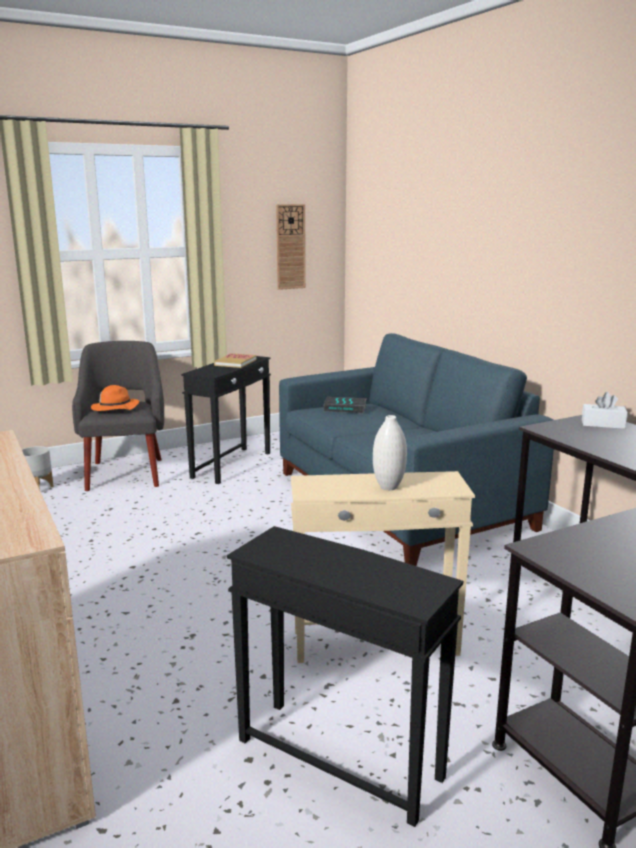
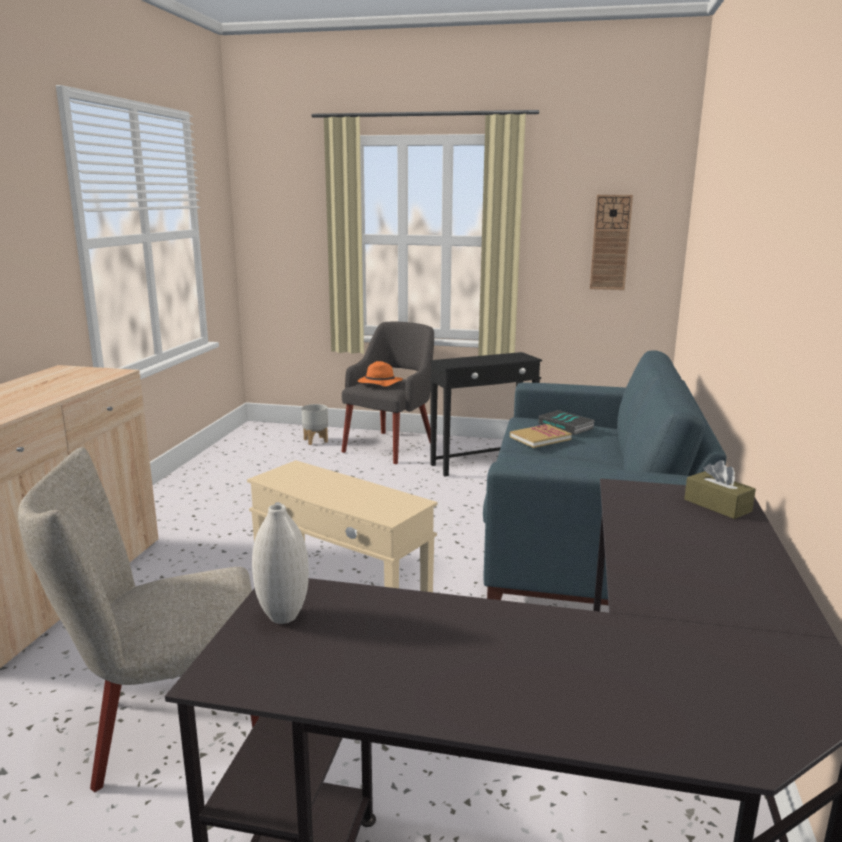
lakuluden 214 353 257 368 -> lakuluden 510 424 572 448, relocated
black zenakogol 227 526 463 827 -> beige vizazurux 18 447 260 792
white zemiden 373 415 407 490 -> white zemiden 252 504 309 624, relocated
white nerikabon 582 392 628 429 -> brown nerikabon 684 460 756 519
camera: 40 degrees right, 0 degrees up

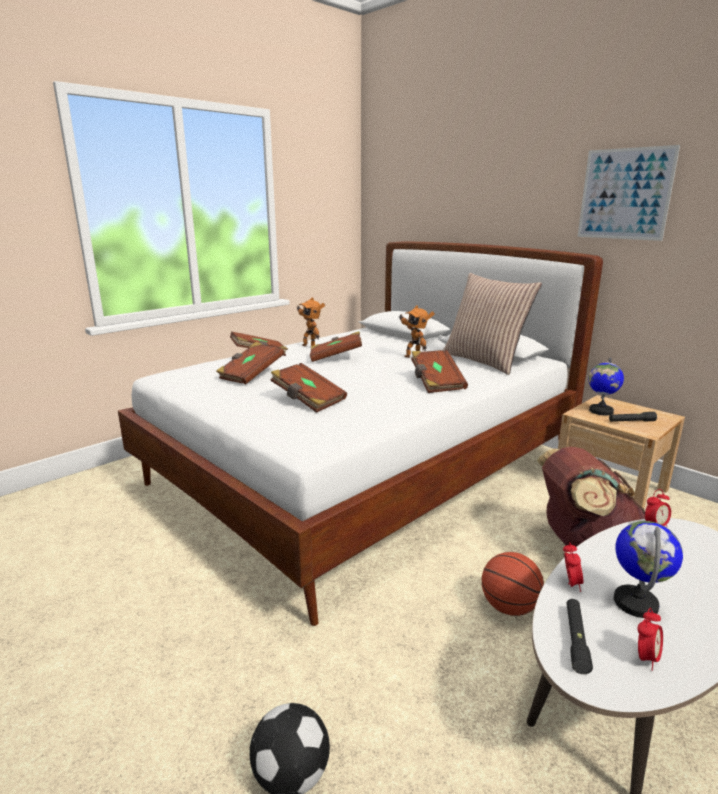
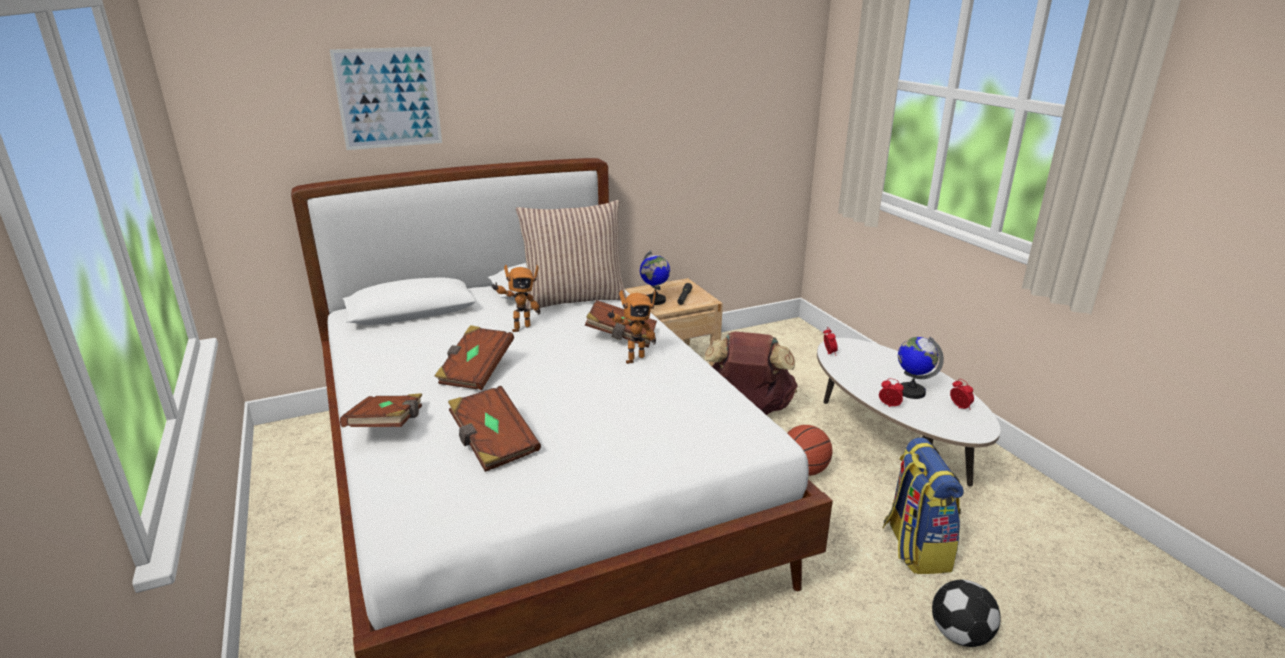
brown lakuluden 270 363 347 413 -> none
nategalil 297 297 325 346 -> nategalil 607 290 656 364, relocated
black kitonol 567 599 593 674 -> none
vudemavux 577 145 680 241 -> vudemavux 330 47 442 150, relocated
none -> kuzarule 883 438 964 574
camera: 70 degrees left, 5 degrees up

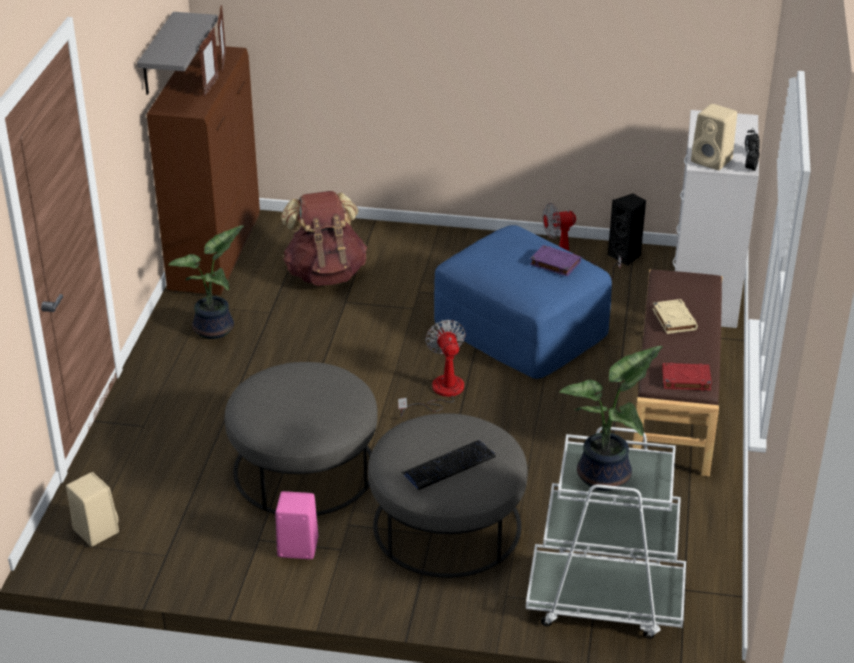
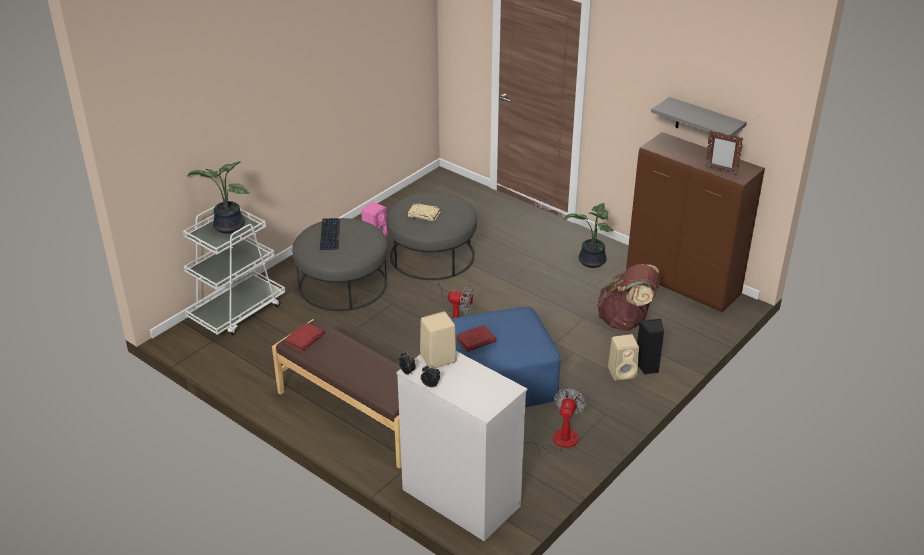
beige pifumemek 66 472 119 547 -> beige pifumemek 608 334 639 381, relocated
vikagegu 199 27 219 96 -> none
purple lakuluden 530 245 581 276 -> red lakuluden 456 325 496 352
black pifumemek 608 194 646 266 -> black pifumemek 637 318 664 375, relocated
beige lakuluden 652 299 698 334 -> beige lakuluden 407 203 441 222, relocated
camera: 120 degrees right, 0 degrees up

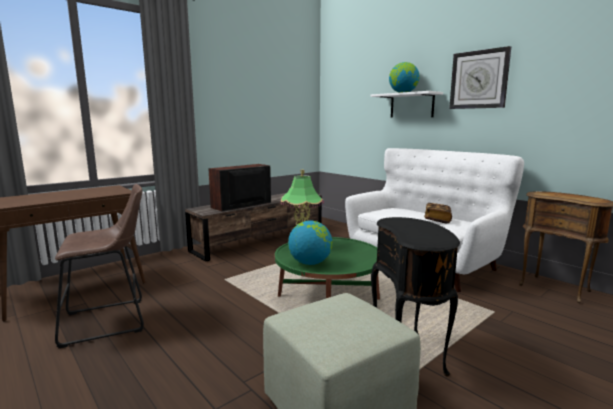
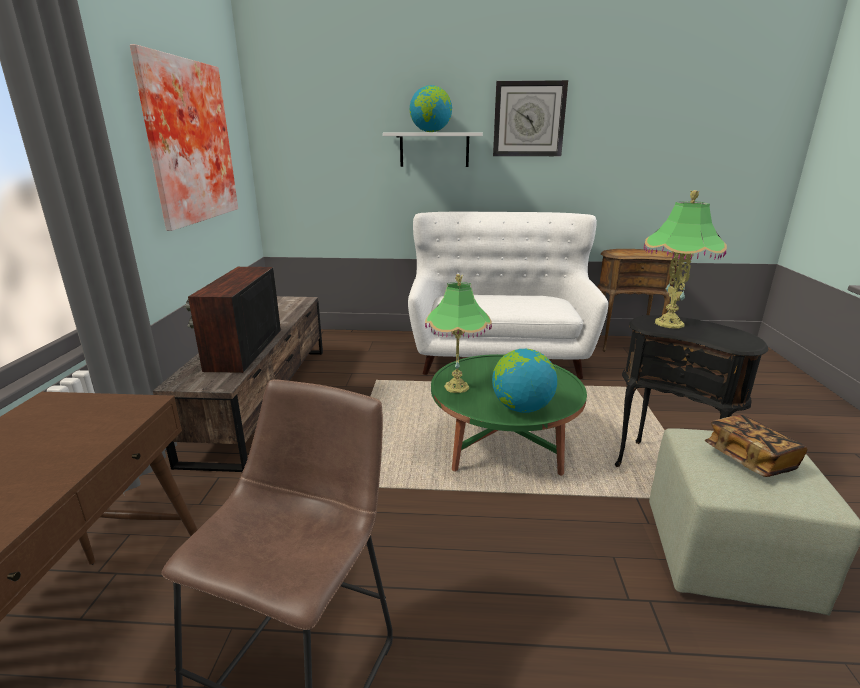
lakuluden 424 203 452 224 -> lakuluden 705 415 807 477, relocated
none -> vudemavux 130 44 238 231
none -> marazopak 644 190 727 329
camera: 45 degrees left, 10 degrees up

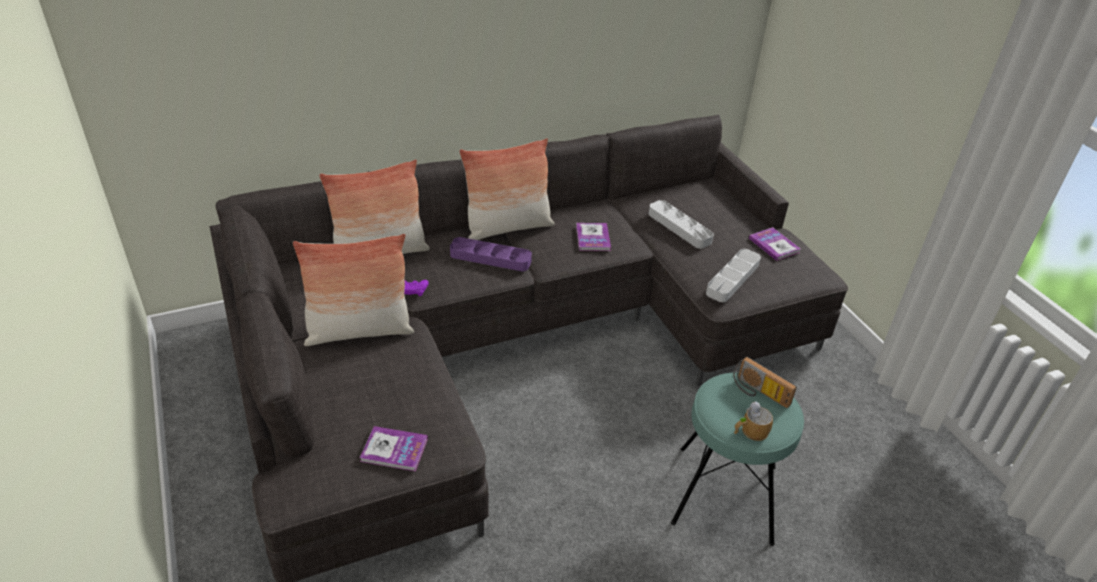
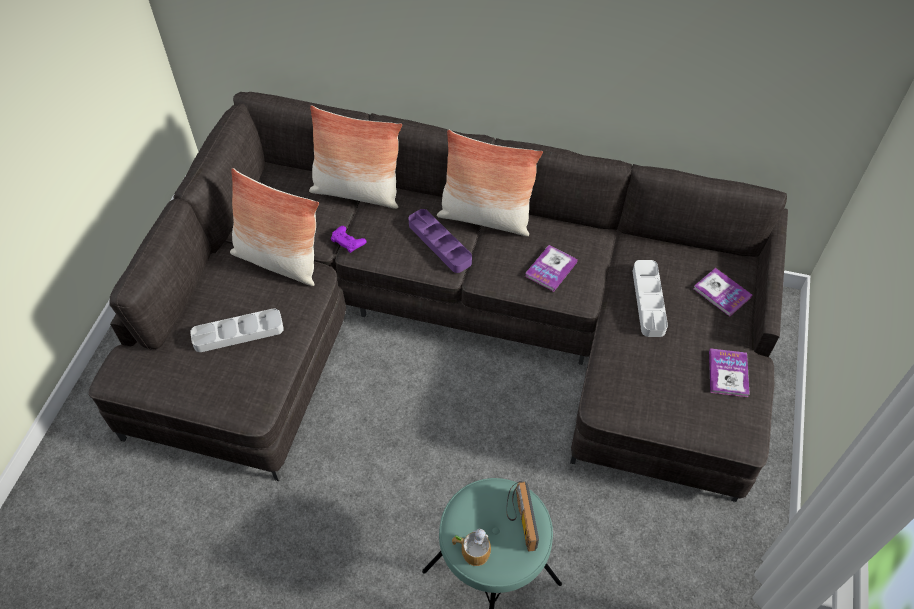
lakuluden 360 426 428 471 -> lakuluden 693 268 752 316, relocated
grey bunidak 706 249 761 302 -> grey bunidak 190 308 284 352, relocated
camera: 40 degrees right, 15 degrees up

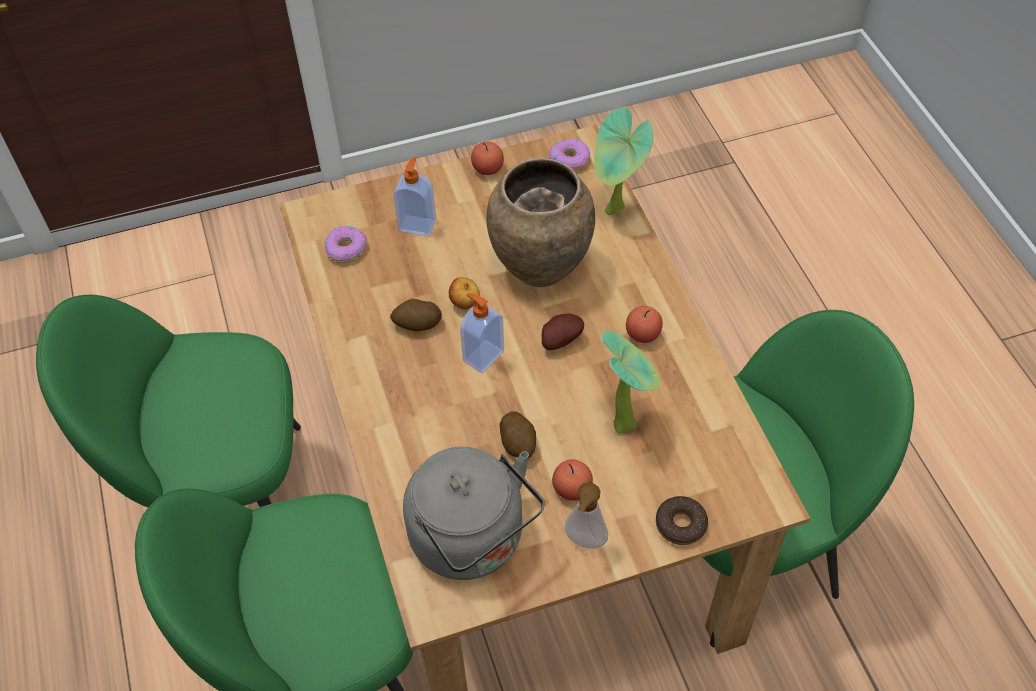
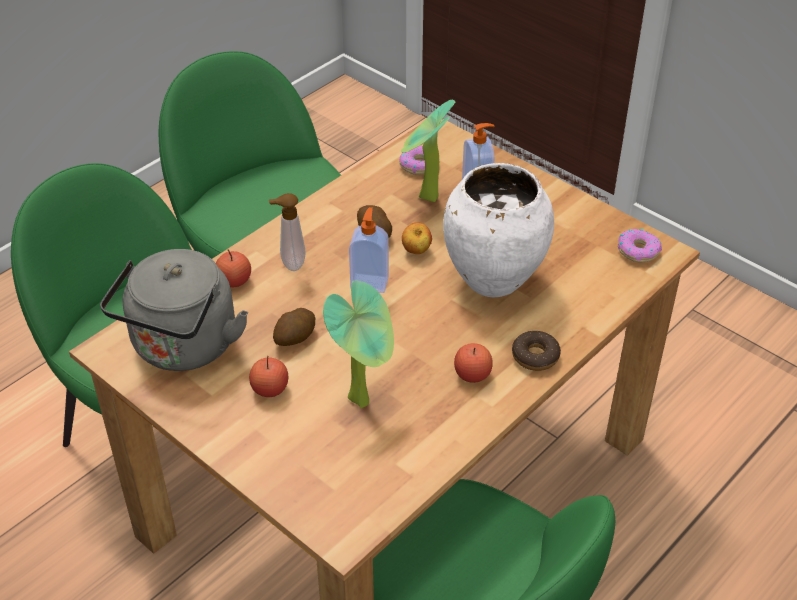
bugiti 471 142 504 175 -> bugiti 216 249 251 287, relocated
brown zemiden 486 158 595 287 -> white zemiden 443 163 554 297
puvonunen 542 313 584 350 -> none
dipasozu 565 482 608 549 -> dipasozu 269 193 305 271, relocated
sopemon 594 108 653 215 -> sopemon 401 100 455 202, relocated
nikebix 656 496 708 545 -> nikebix 512 331 561 371, relocated
camera: 60 degrees right, 10 degrees down

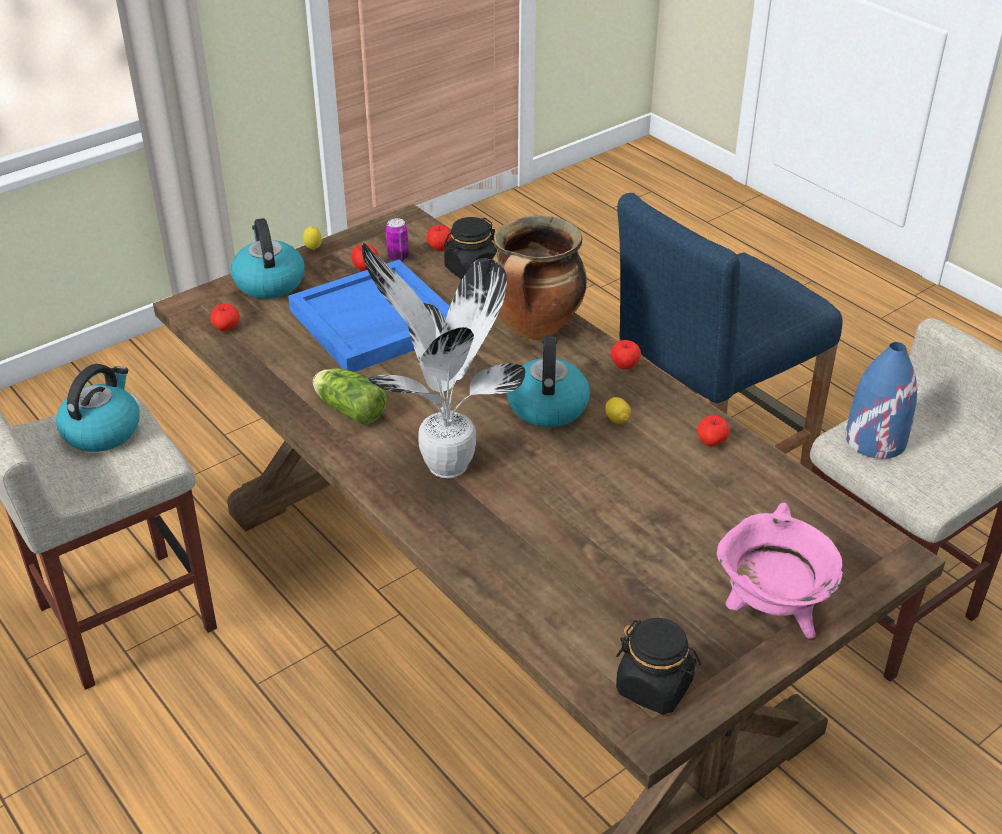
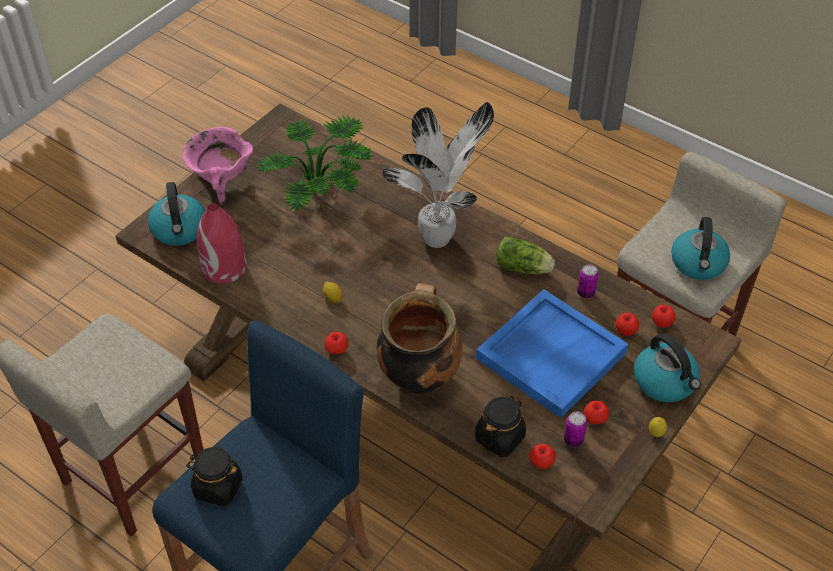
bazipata 507 336 590 427 -> bazipata 148 182 205 246, relocated
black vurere 616 618 701 714 -> black vurere 186 447 243 506, relocated
bugiti 697 415 730 446 -> bugiti 615 313 639 336, relocated
blue zemiden 845 342 917 459 -> none
none -> red zemiden 197 203 246 283
none -> sopemon 257 115 374 212
none -> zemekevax 577 264 599 298
camera: 165 degrees right, 10 degrees up

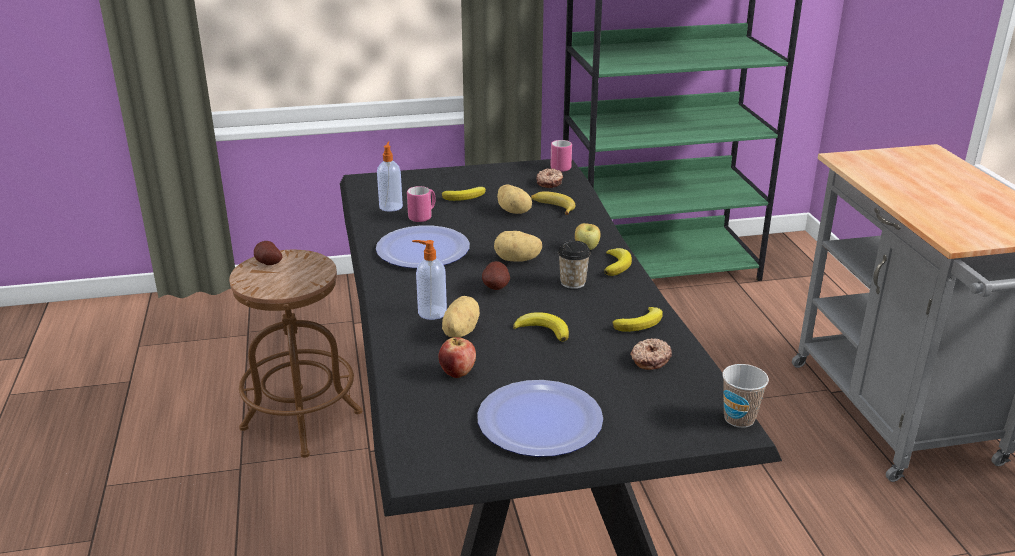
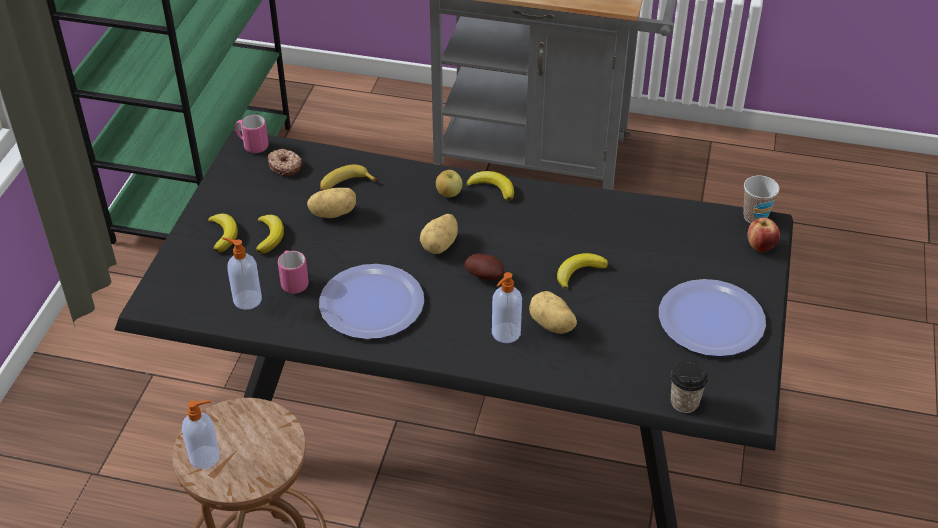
puvonunen 254 241 282 265 -> dipasozu 182 400 220 469
bugiti 438 337 476 378 -> bugiti 747 217 780 252, relocated
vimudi 558 241 591 289 -> vimudi 671 360 708 413, relocated
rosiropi 613 307 663 332 -> rosiropi 208 214 238 252, relocated
nikebix 630 338 672 370 -> none
camera: 65 degrees left, 15 degrees up

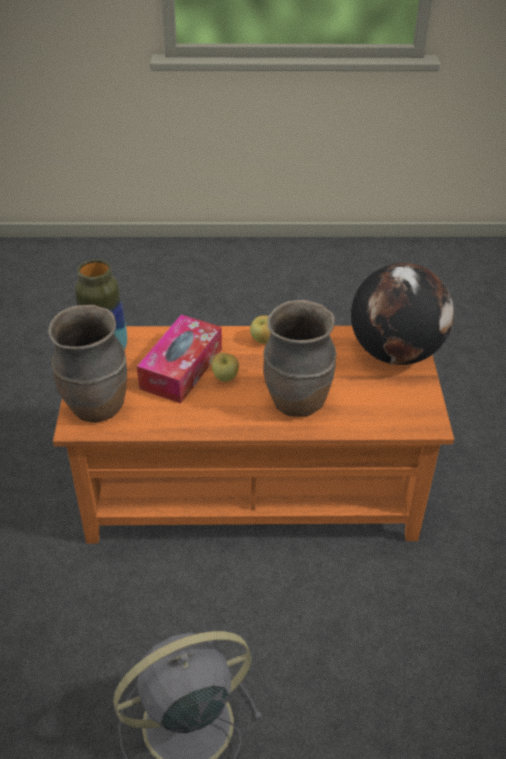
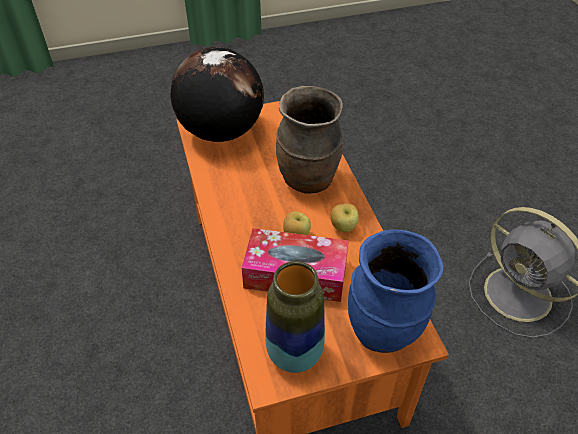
brown zemiden 48 305 127 423 -> blue zemiden 348 229 443 353
bugiti 250 315 271 344 -> bugiti 331 203 359 232, relocated
camera: 105 degrees left, 5 degrees up

